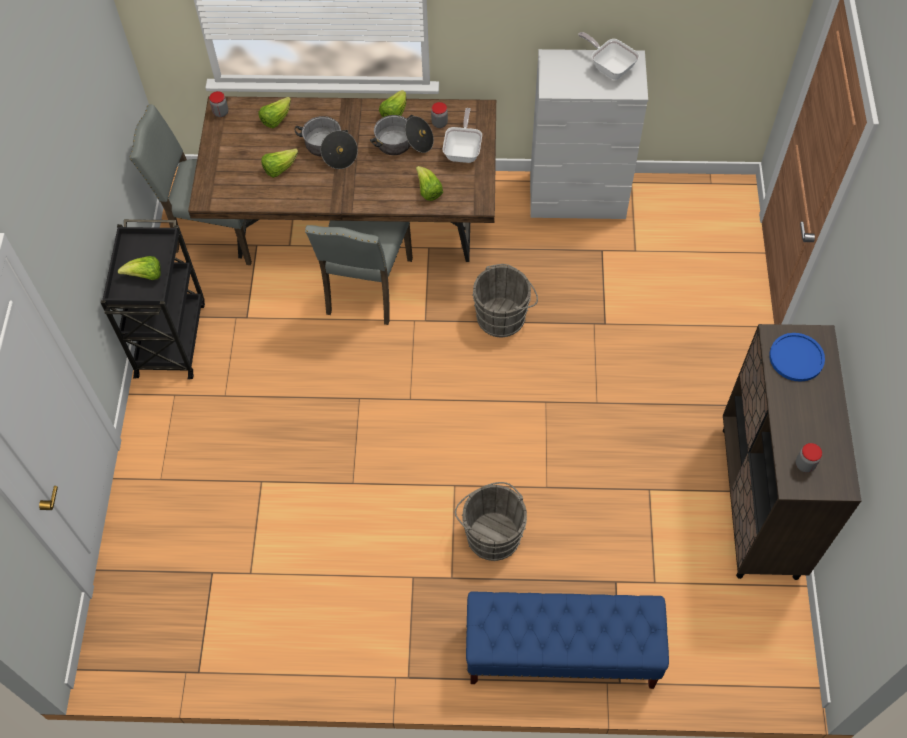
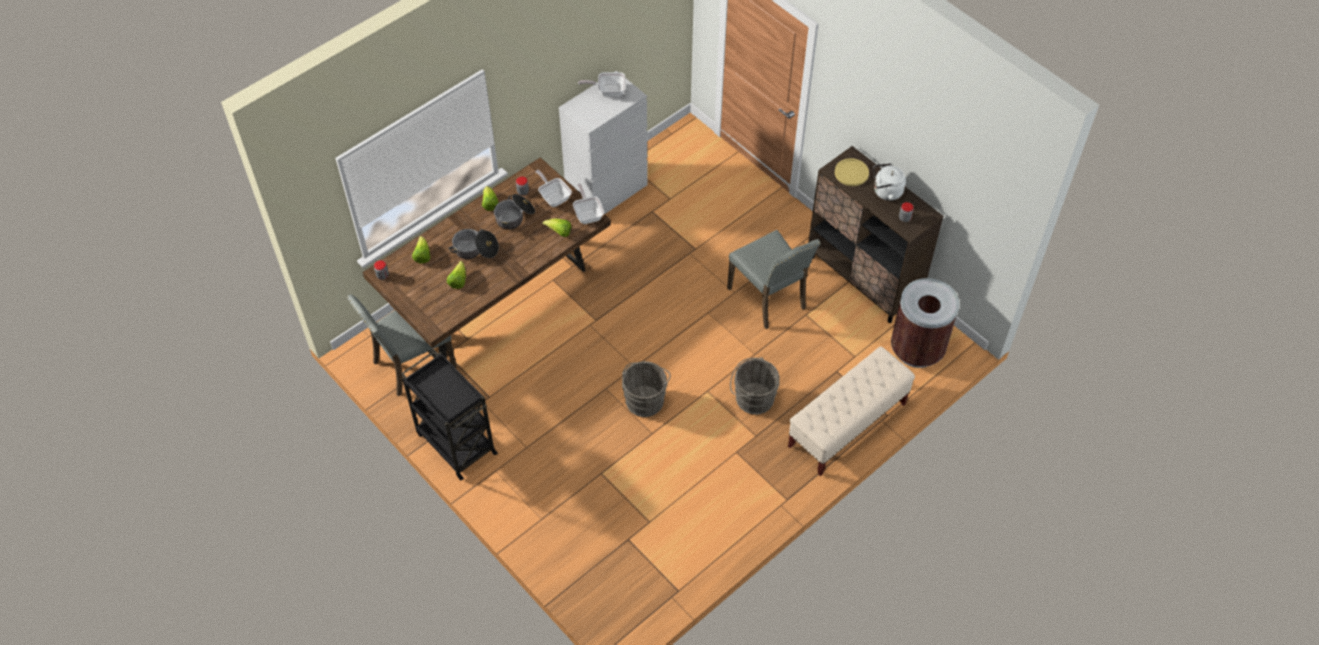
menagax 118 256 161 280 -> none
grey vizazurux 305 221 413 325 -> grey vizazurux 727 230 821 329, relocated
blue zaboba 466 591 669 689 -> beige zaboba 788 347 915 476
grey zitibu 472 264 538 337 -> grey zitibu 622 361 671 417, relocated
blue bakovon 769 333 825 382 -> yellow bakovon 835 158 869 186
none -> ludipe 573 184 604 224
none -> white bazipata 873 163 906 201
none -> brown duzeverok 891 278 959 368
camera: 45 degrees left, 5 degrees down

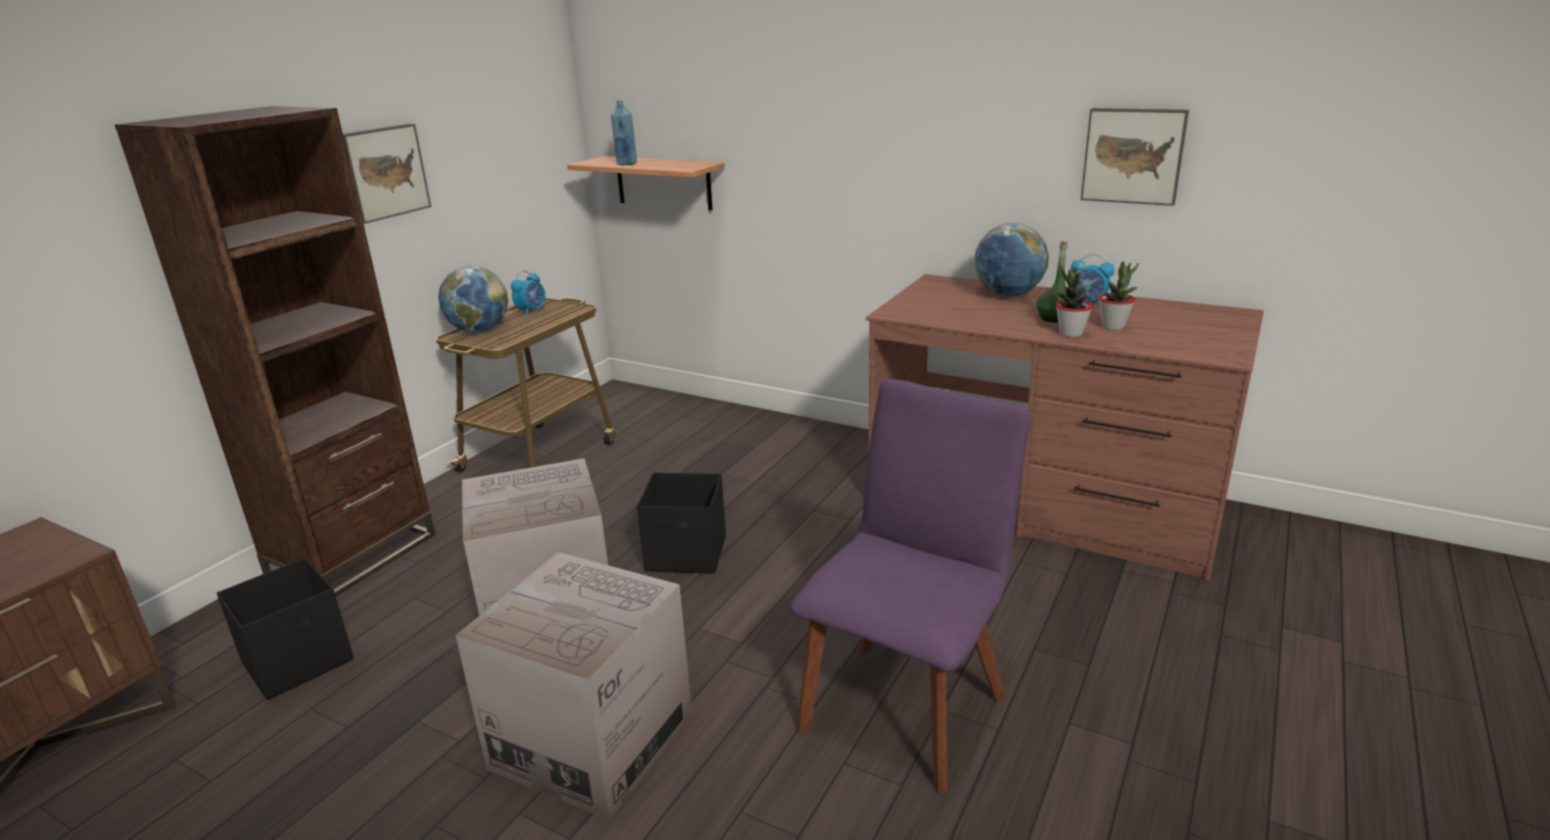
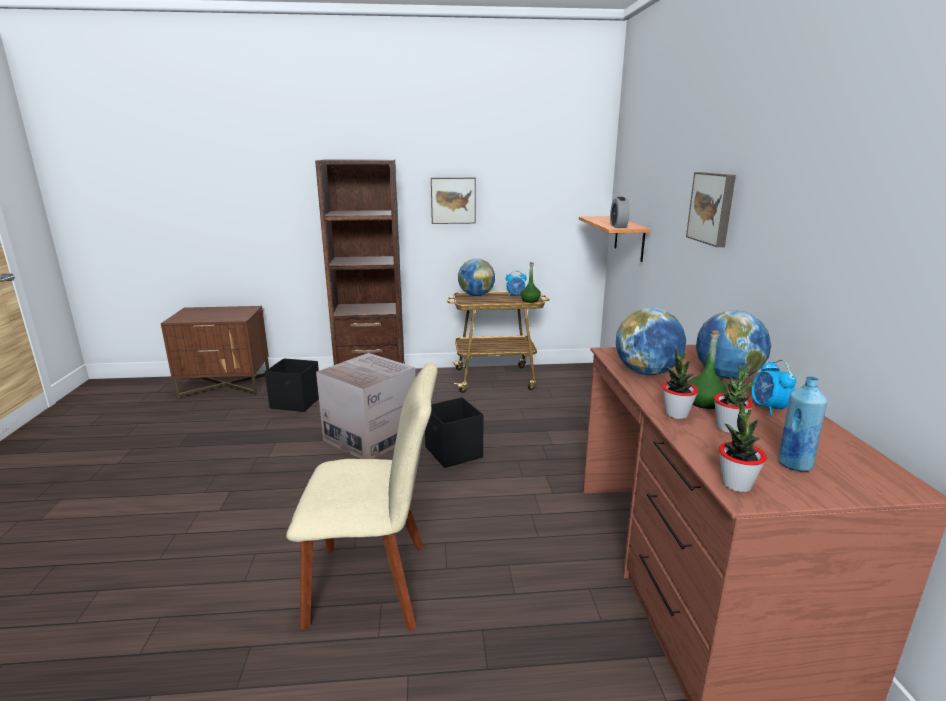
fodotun 455 552 692 820 -> none
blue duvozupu 611 101 637 165 -> blue duvozupu 778 376 828 472, relocated
purple vizazurux 790 379 1031 795 -> beige vizazurux 286 362 437 632
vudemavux 1081 108 1189 206 -> vudemavux 686 172 736 247, relocated
none -> green duvozupu 520 262 541 303
none -> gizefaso 610 197 630 228
none -> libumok 616 308 686 375
none -> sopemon 719 401 767 492
camera: 55 degrees right, 5 degrees down

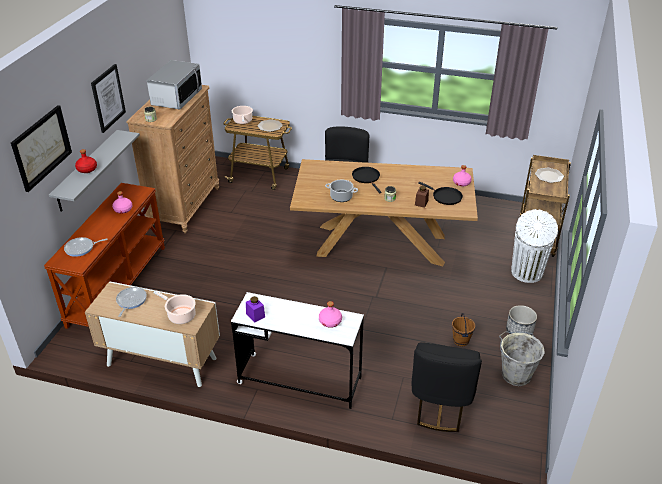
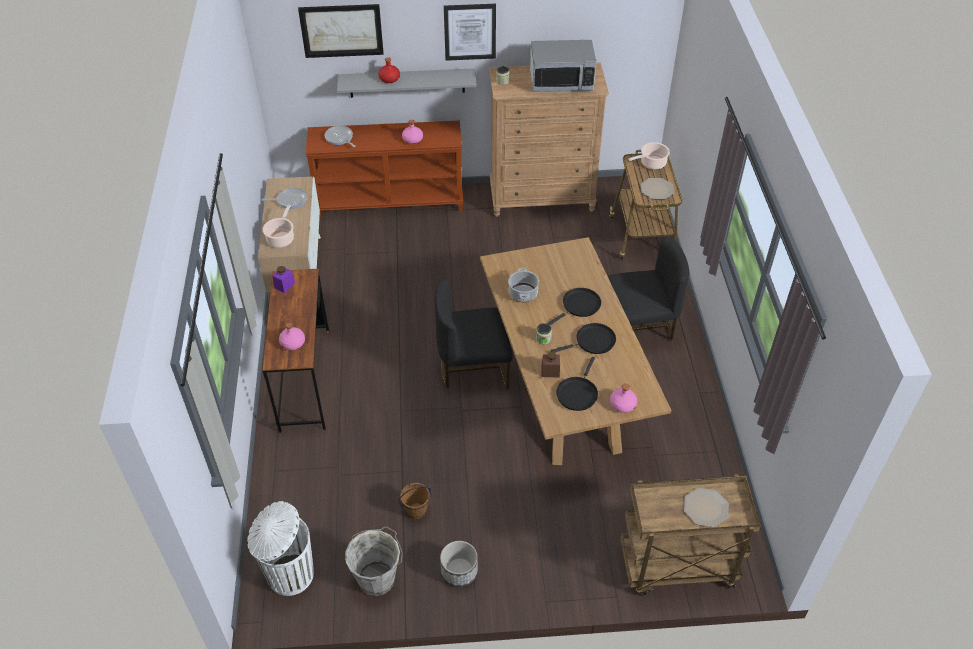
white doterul 231 292 364 409 -> brown doterul 263 269 330 432
black vizazurux 412 342 482 432 -> black vizazurux 435 280 513 390, relocated
white duzeverok 511 209 558 283 -> white duzeverok 247 501 314 596, relocated
none -> black ludipe 551 323 616 354
camera: 70 degrees right, 10 degrees up

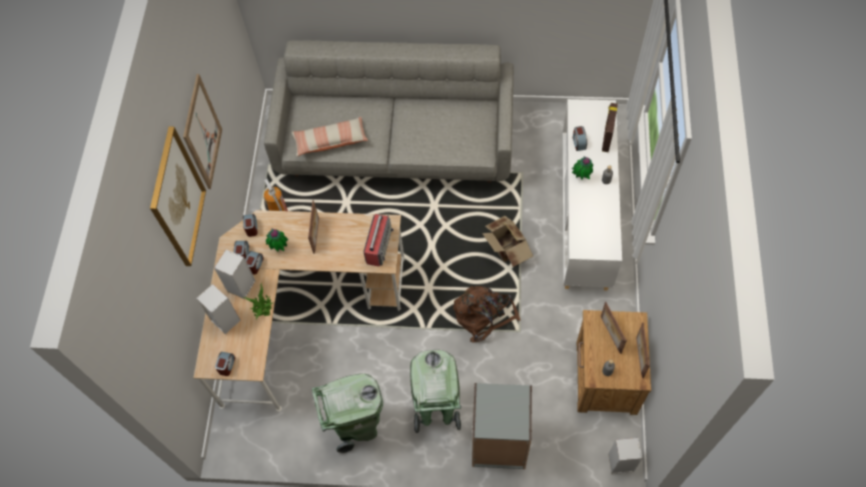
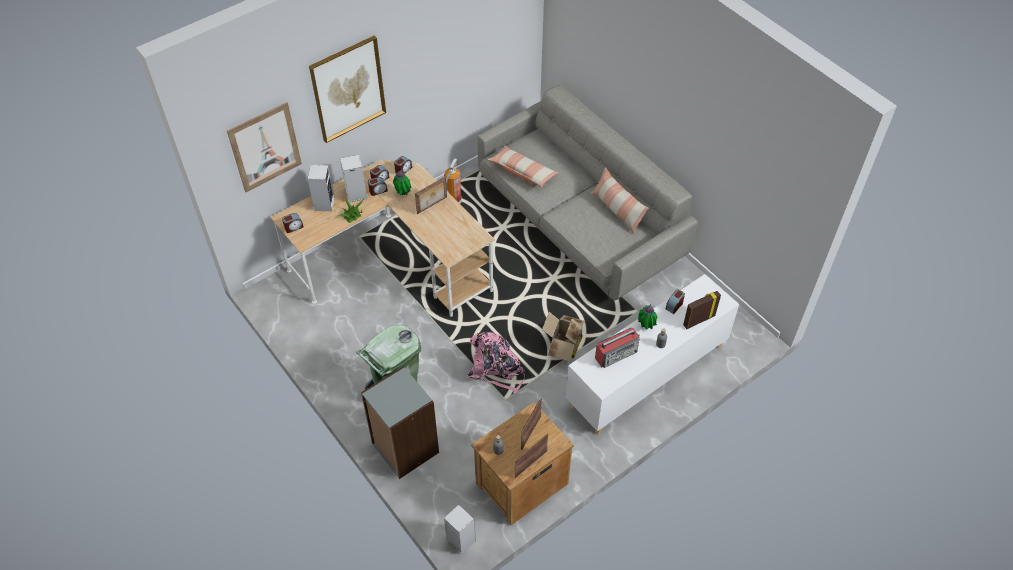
vudemavux 183 74 222 189 -> vudemavux 227 102 302 192, relocated
green duzeverok 312 374 383 453 -> none
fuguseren 363 214 394 267 -> fuguseren 595 328 640 368, relocated
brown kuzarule 453 286 521 342 -> pink kuzarule 467 332 525 394
none -> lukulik 591 167 649 234
camera: 45 degrees right, 10 degrees down

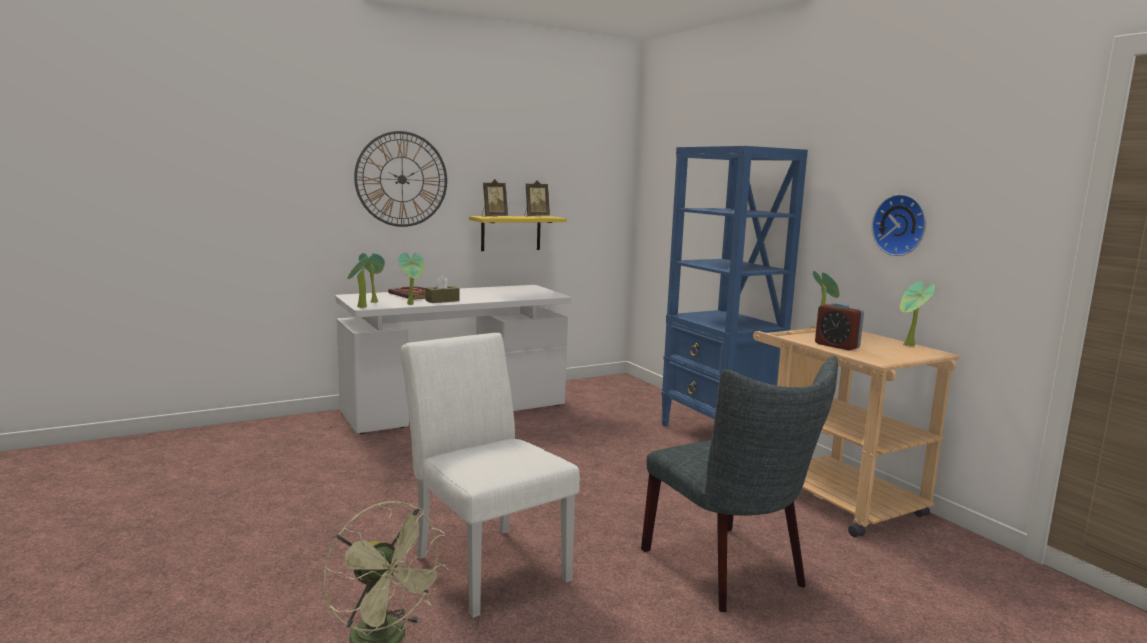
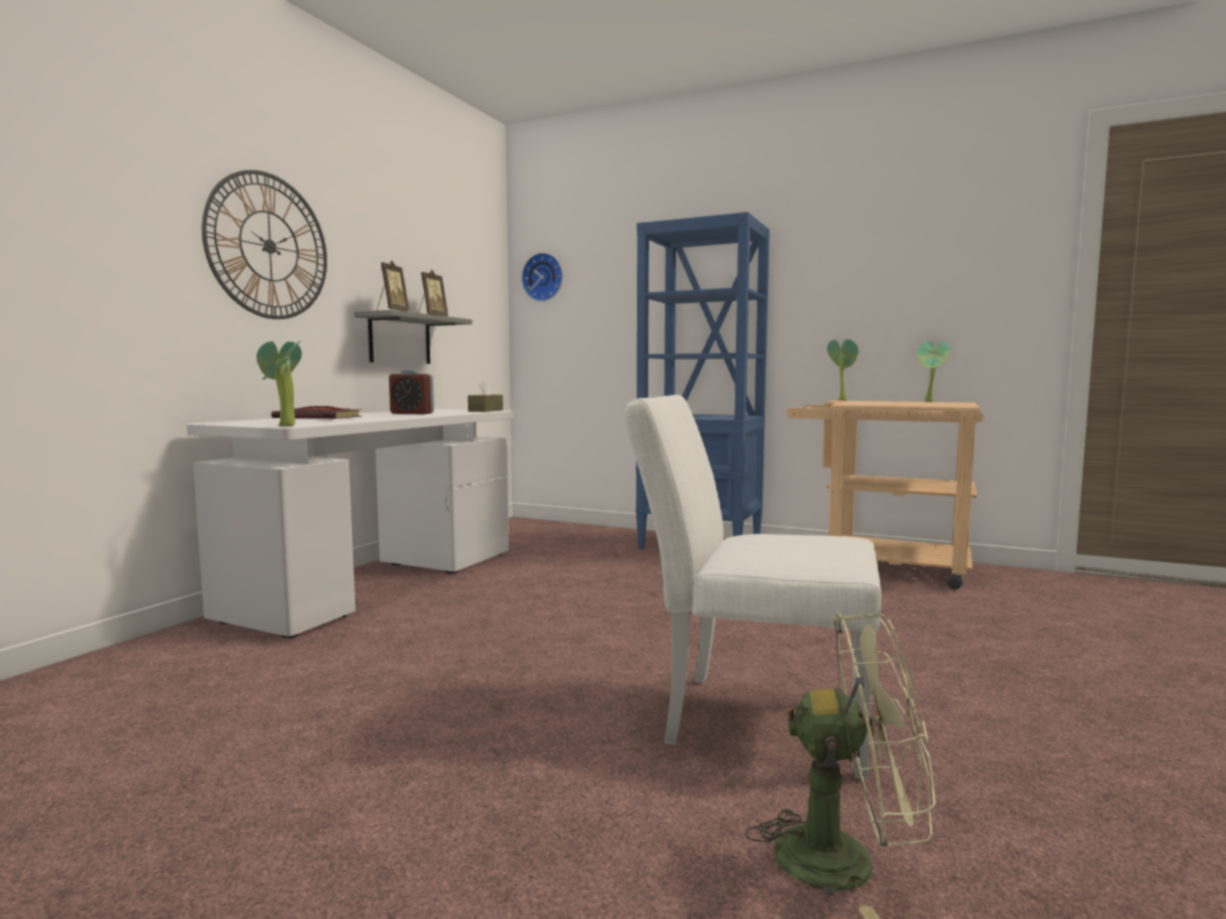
sopemon 398 253 425 305 -> none
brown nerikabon 425 275 459 303 -> brown nerikabon 468 380 503 412, relocated
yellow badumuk 469 216 567 251 -> grey badumuk 354 310 472 364
grey vizazurux 641 356 838 612 -> none
gizefaso 815 302 864 351 -> gizefaso 389 370 434 414, relocated
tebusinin 872 194 926 256 -> tebusinin 521 253 563 302, relocated
camera: 35 degrees left, 5 degrees down

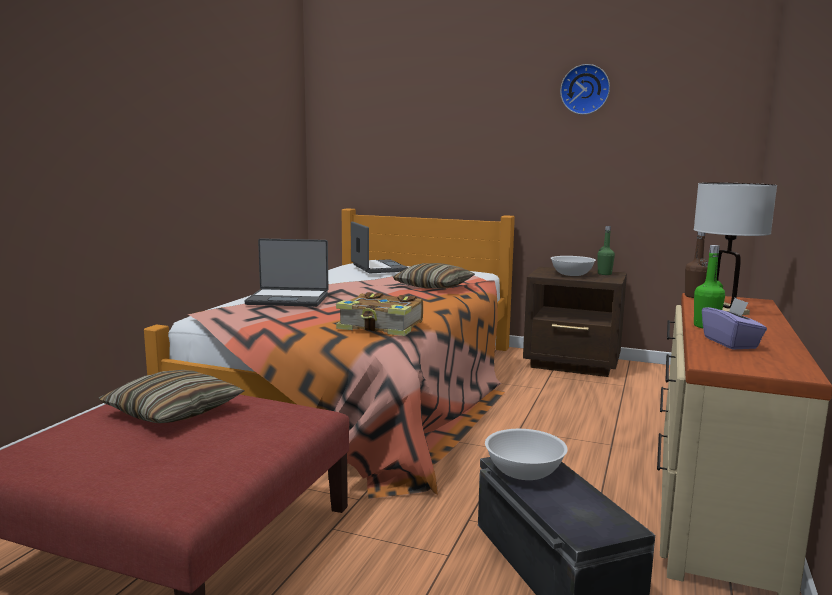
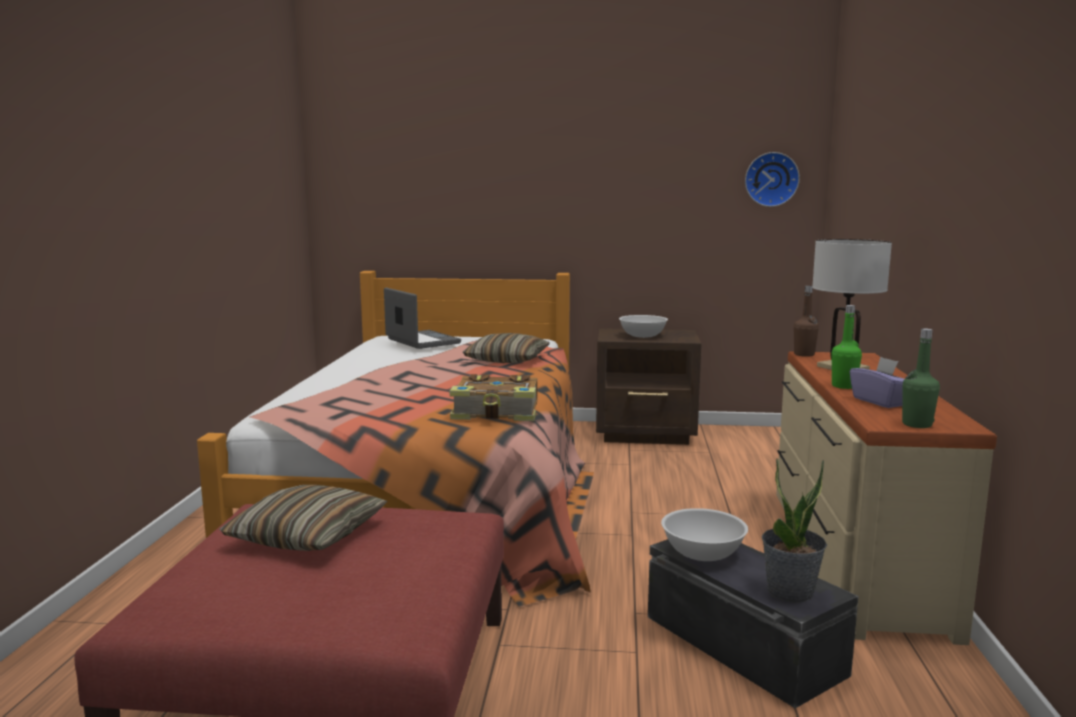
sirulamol 244 238 329 307 -> none
tebusinin 560 64 610 115 -> tebusinin 745 152 800 207, relocated
green duvozupu 597 226 615 275 -> green duvozupu 902 329 940 428, relocated
none -> sopemon 762 459 827 603
camera: 15 degrees left, 0 degrees up

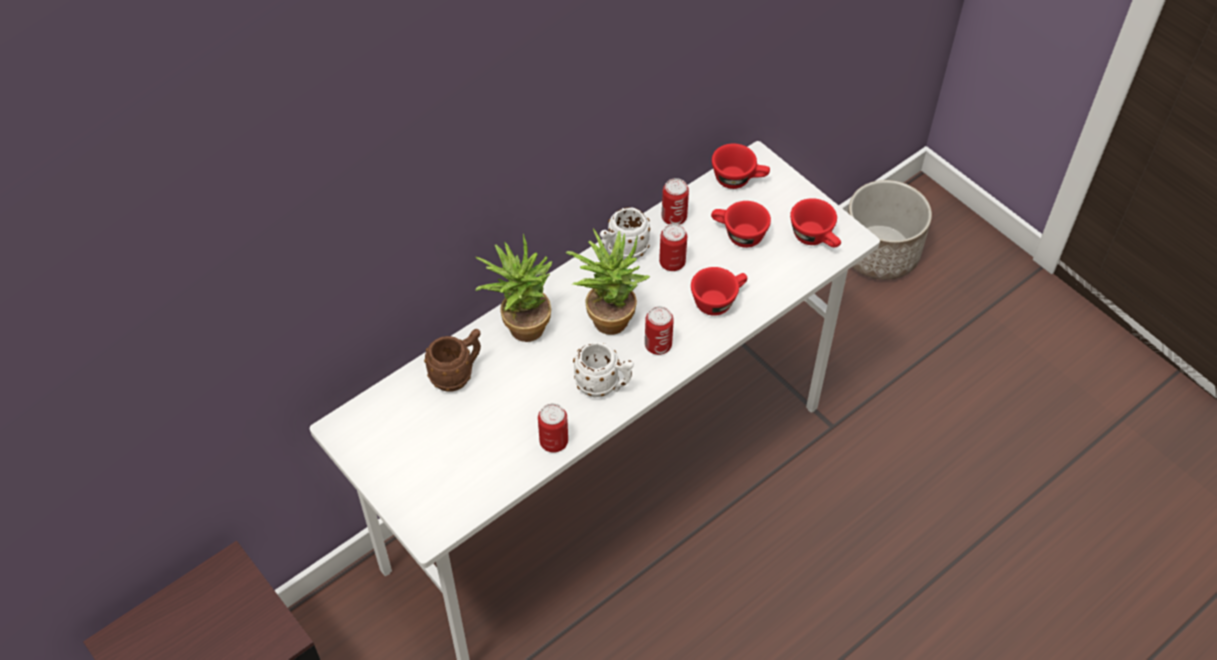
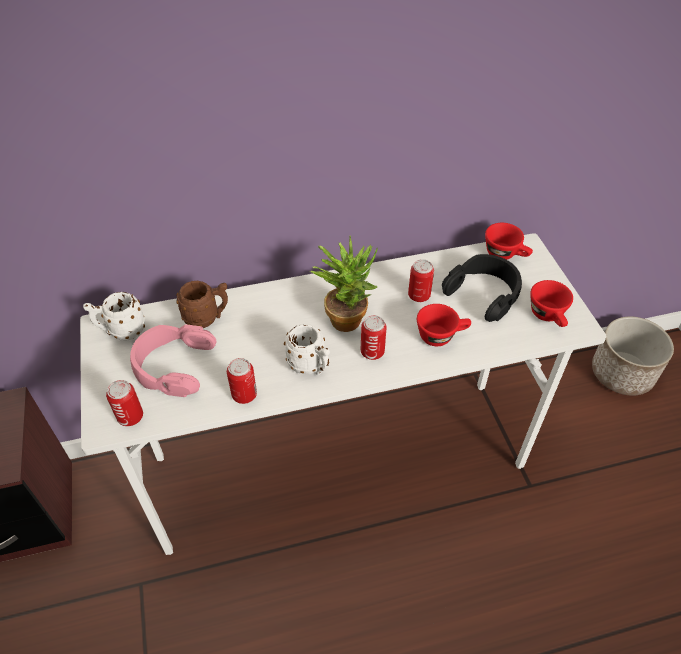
sopemon 475 234 552 342 -> none
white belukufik 600 207 650 260 -> white belukufik 83 292 145 341, relocated
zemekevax 662 178 689 225 -> zemekevax 106 380 143 426, relocated
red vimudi 711 201 771 248 -> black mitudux 442 254 522 322
none -> pink mitudux 130 324 216 397
camera: 25 degrees right, 5 degrees down

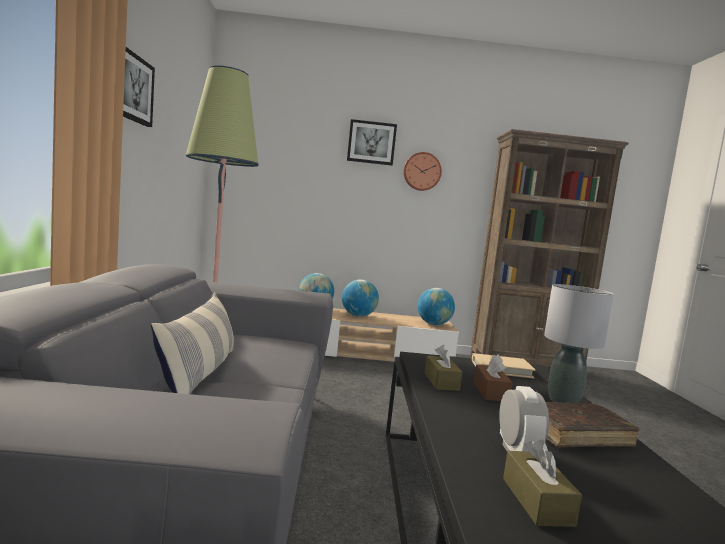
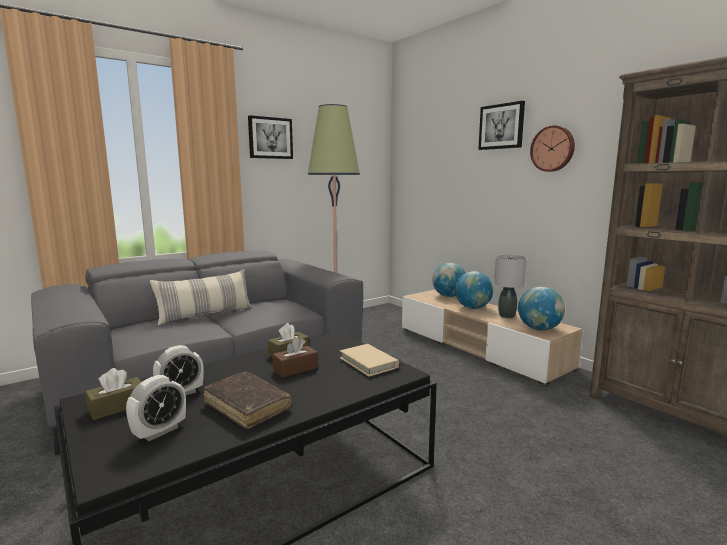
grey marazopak 544 284 614 403 -> grey marazopak 494 255 527 318, relocated
none -> gizefaso 126 375 186 441
camera: 55 degrees right, 5 degrees up

